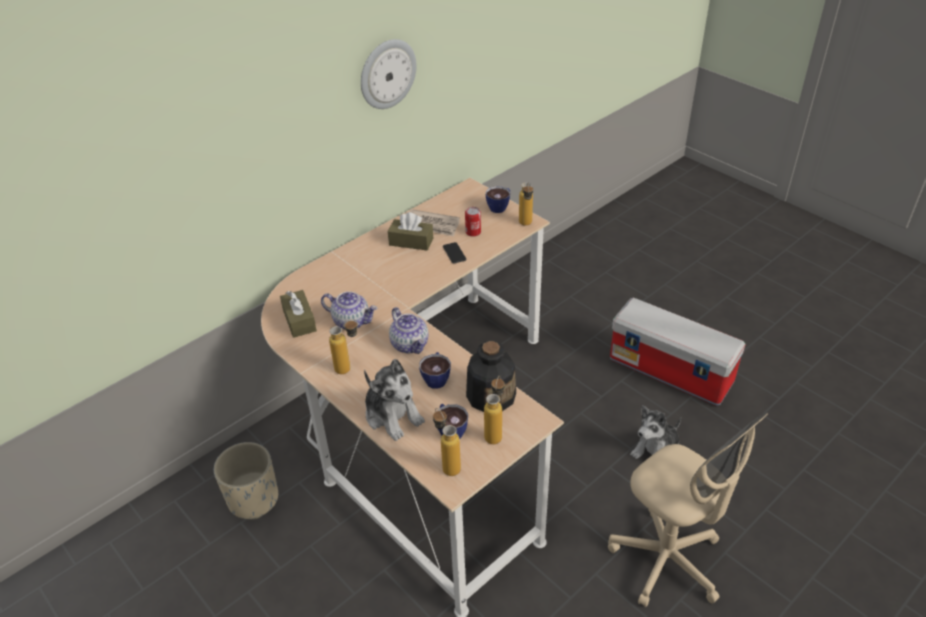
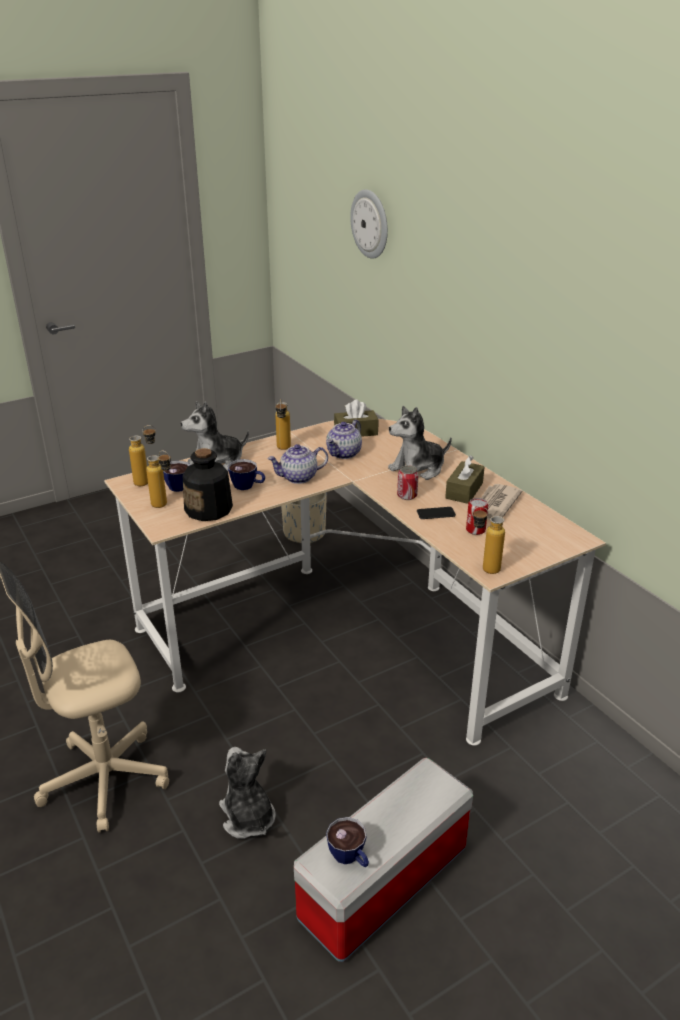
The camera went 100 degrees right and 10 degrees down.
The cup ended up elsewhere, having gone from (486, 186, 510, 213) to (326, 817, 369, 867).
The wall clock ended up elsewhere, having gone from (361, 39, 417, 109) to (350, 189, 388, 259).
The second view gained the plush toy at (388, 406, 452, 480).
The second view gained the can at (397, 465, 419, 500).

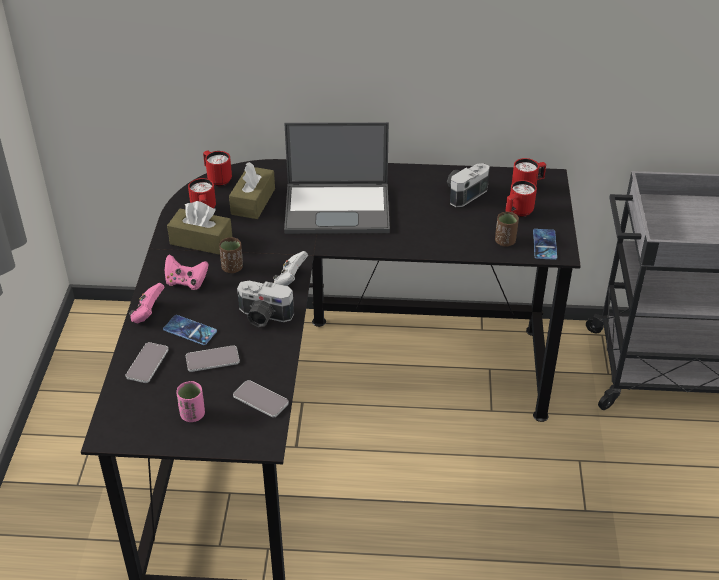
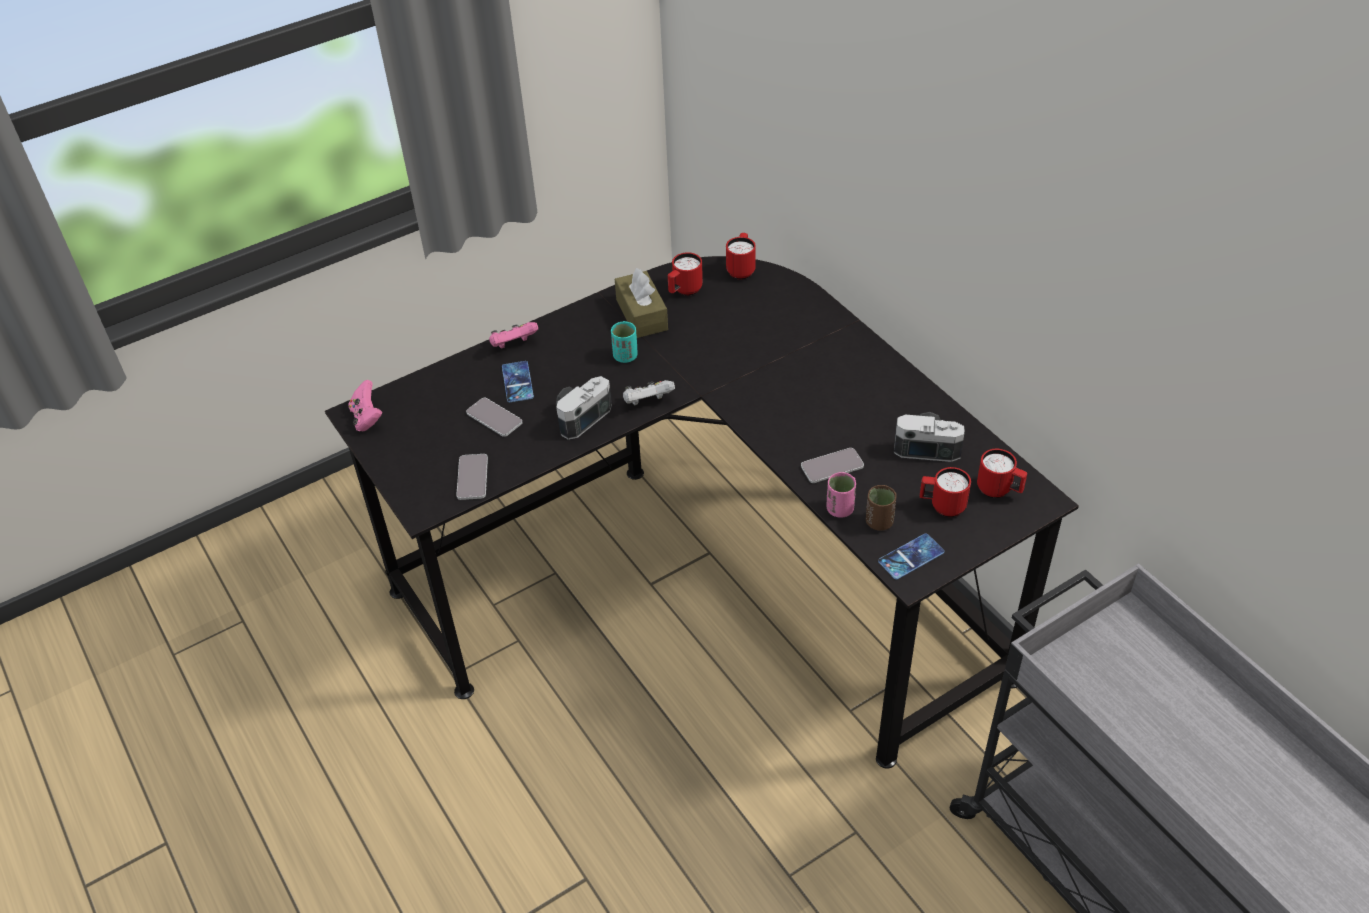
The camera went 55 degrees right and 5 degrees up.
The pink game controller ended up elsewhere, having gone from (165, 255, 209, 290) to (348, 380, 382, 432).
The photo camera at (237, 281, 294, 327) ended up facing another way, 60 degrees clockwise from before.
What was the brown cup at (219, 237, 243, 273) turned into the turquoise cup at (611, 321, 638, 363).
The phone ended up elsewhere, having gone from (126, 342, 169, 383) to (801, 448, 864, 483).
The pink cup ended up elsewhere, having gone from (176, 381, 205, 422) to (826, 472, 856, 518).
The second view lost the brown tissue box at (229, 162, 275, 219).
The second view lost the laptop at (284, 122, 390, 234).

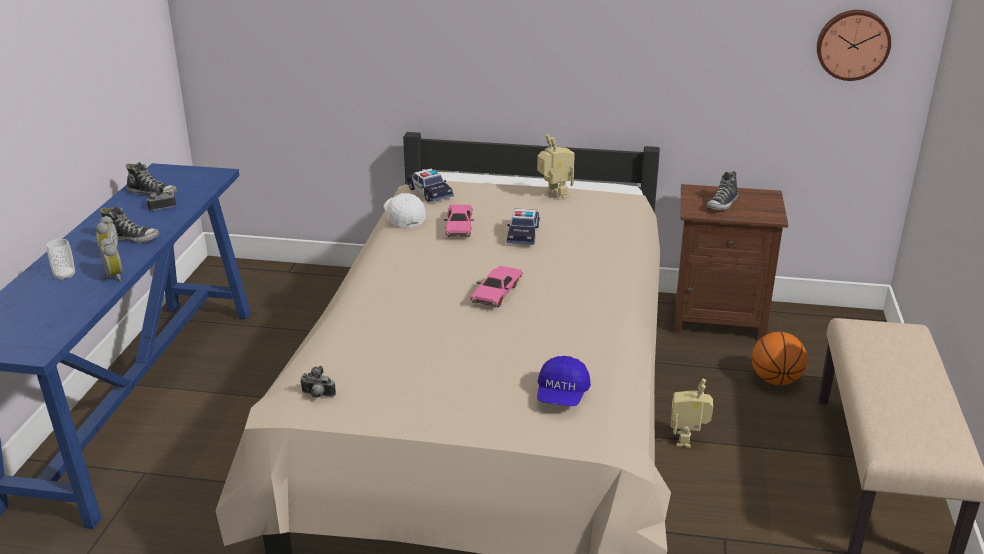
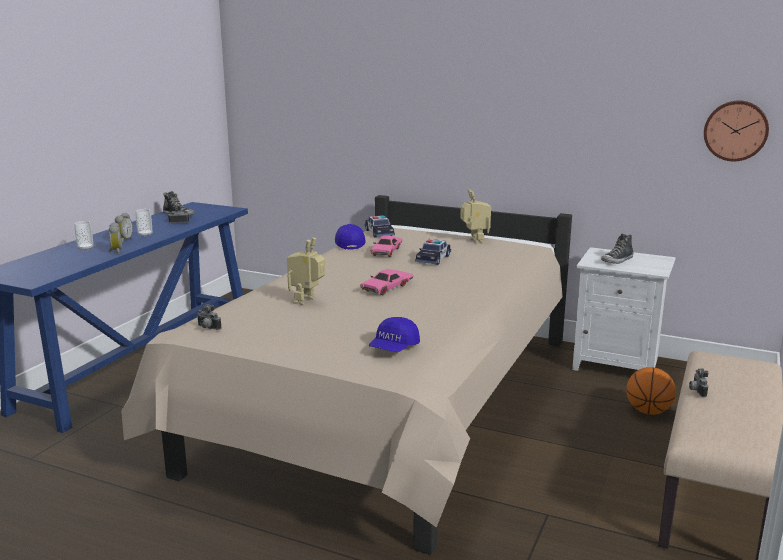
The camera went 15 degrees right and 10 degrees down.
Where the shoe stood at (100, 205, 160, 243), the cup came to stand at (135, 209, 152, 237).
The toy robot ended up elsewhere, having gone from (670, 379, 713, 448) to (287, 237, 325, 305).
What was the white cap at (384, 193, 426, 229) turned into the blue cap at (335, 224, 366, 250).
What was the brown nightstand at (673, 184, 788, 340) turned into the white nightstand at (572, 247, 676, 371).
The second view gained the photo camera at (689, 368, 709, 397).

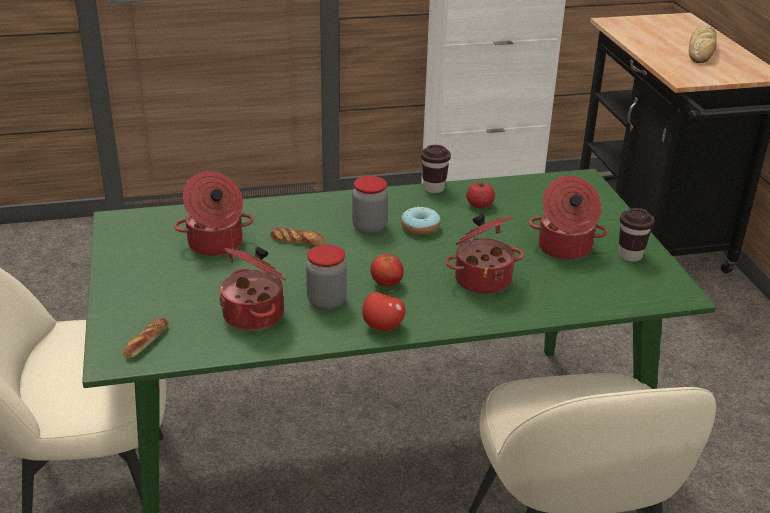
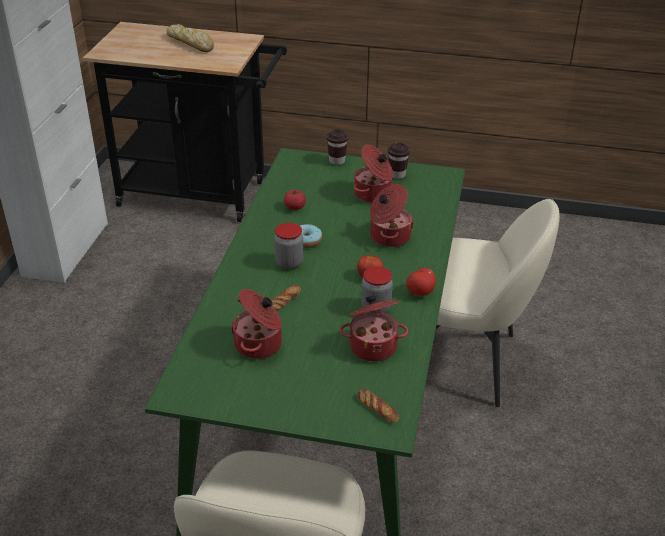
The camera went 65 degrees left and 5 degrees up.
The brown cup ended up elsewhere, having gone from (421, 145, 451, 193) to (326, 129, 348, 165).

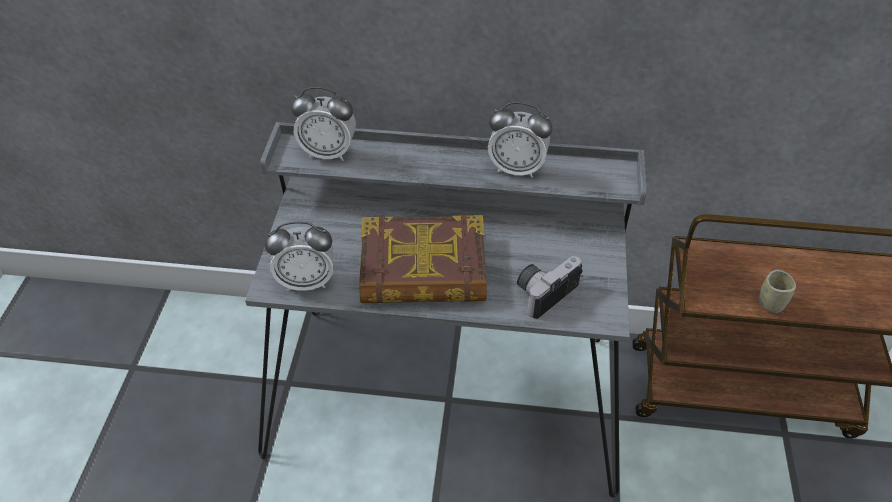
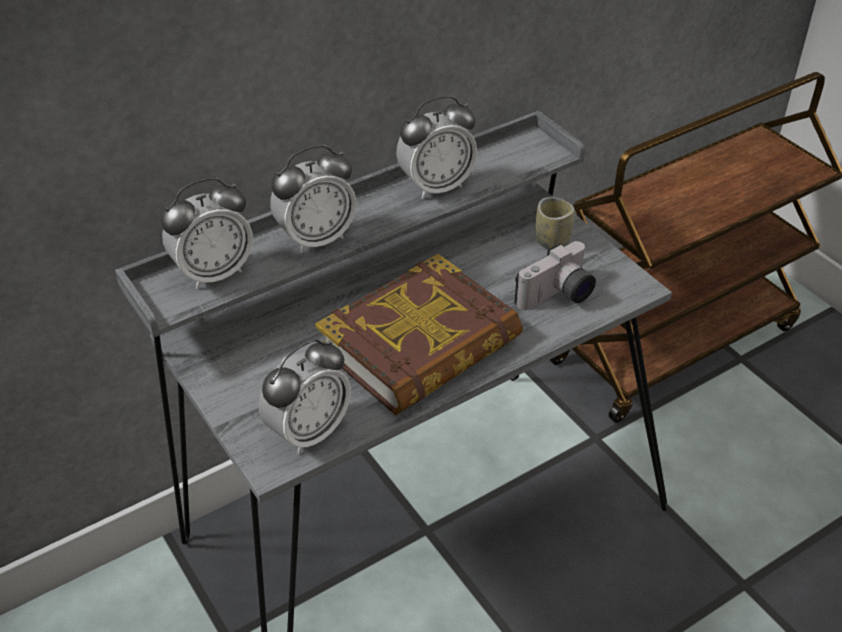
The camera went 40 degrees left and 5 degrees down.
The second view gained the alarm clock at (270, 145, 356, 253).
The photo camera at (517, 256, 583, 319) ended up facing another way, 135 degrees counterclockwise from before.
The cup ended up elsewhere, having gone from (759, 270, 796, 313) to (535, 197, 575, 249).

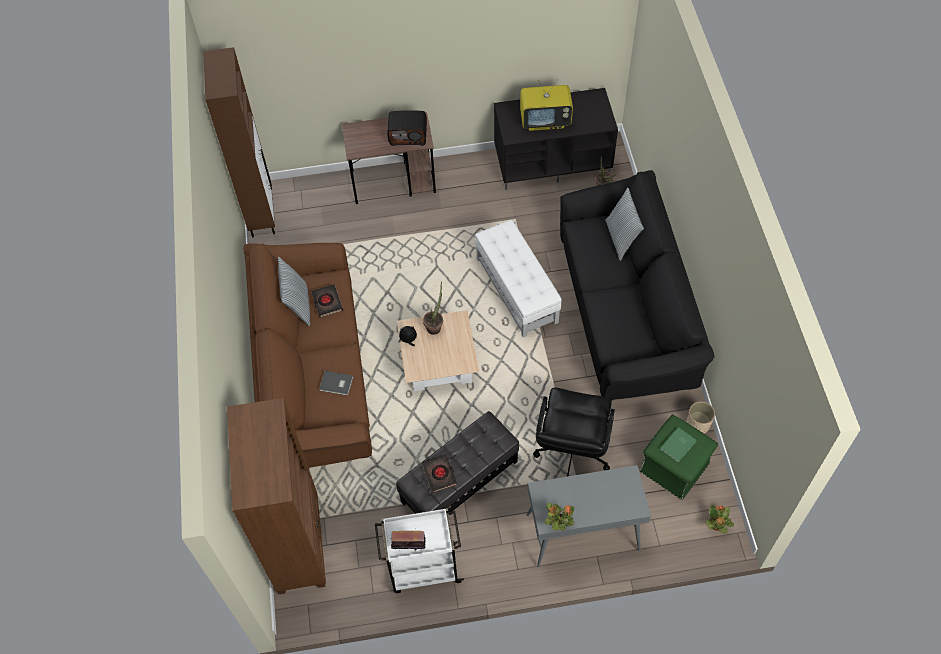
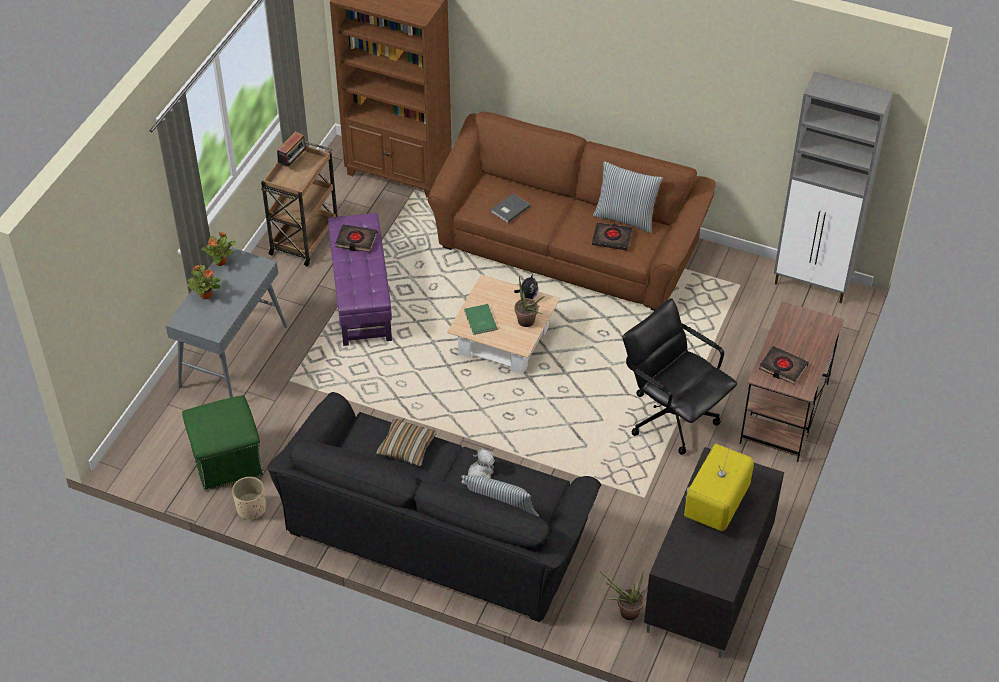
The camera went 120 degrees right and 10 degrees down.
The potted plant ended up elsewhere, having gone from (706, 505, 734, 534) to (187, 265, 221, 300).
What was the white cart at (375, 508, 464, 593) turned into the brown cart at (261, 141, 338, 267).
What was the black ottoman at (396, 411, 519, 514) turned into the purple ottoman at (328, 213, 392, 346).
The second view gained the pillow at (376, 419, 437, 466).
The second view gained the plush toy at (461, 448, 495, 485).
The green book ended up elsewhere, having gone from (660, 427, 697, 462) to (464, 304, 498, 335).
The black office chair ended up elsewhere, having gone from (533, 387, 615, 477) to (623, 298, 737, 455).
Where the radio stood at (387, 110, 427, 146), the black book came to stand at (759, 346, 809, 385).
What was the brown cabinet at (203, 47, 275, 237) turned into the grey cabinet at (774, 71, 893, 303).
The second view lost the white ottoman at (475, 220, 562, 337).

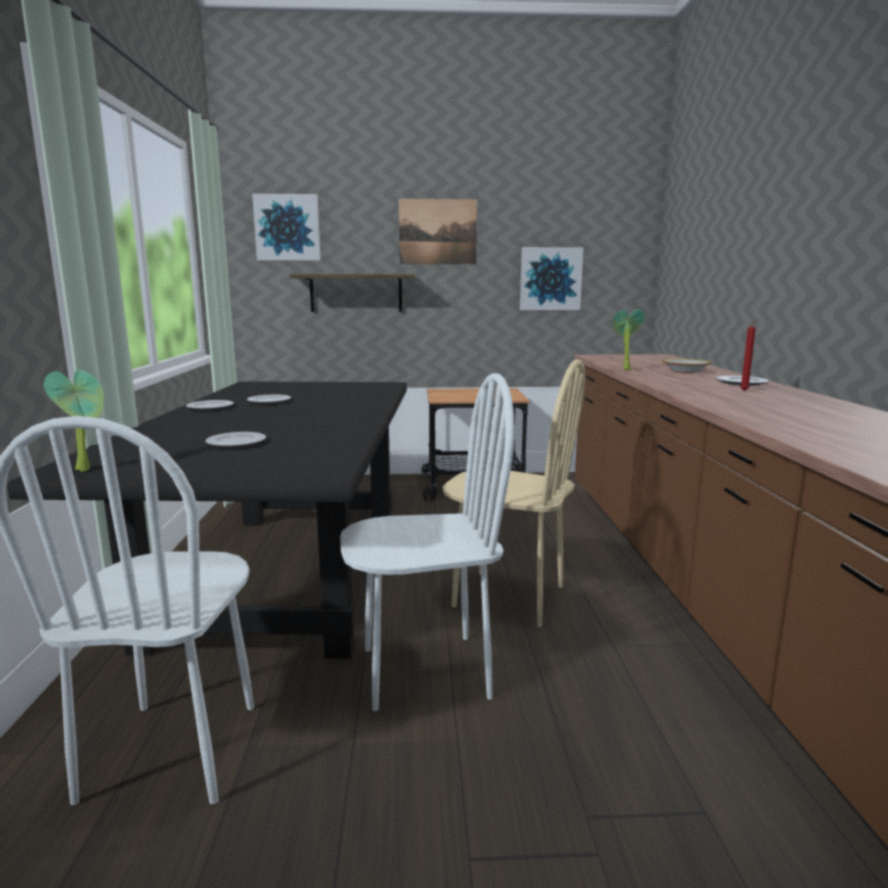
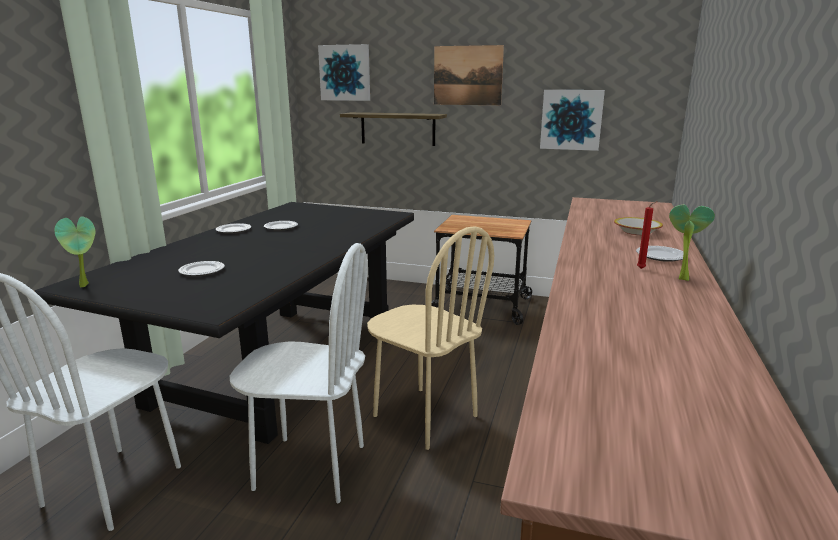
The camera went 20 degrees right and 5 degrees up.
The potted plant ended up elsewhere, having gone from (613, 309, 645, 370) to (669, 204, 715, 281).

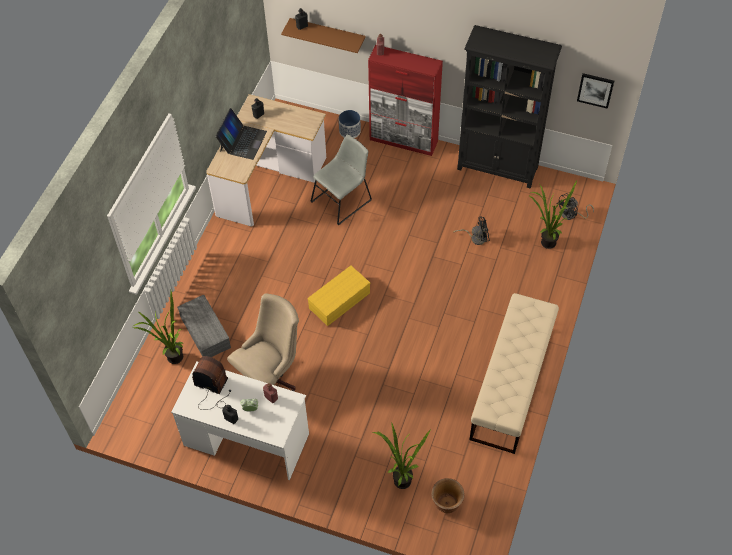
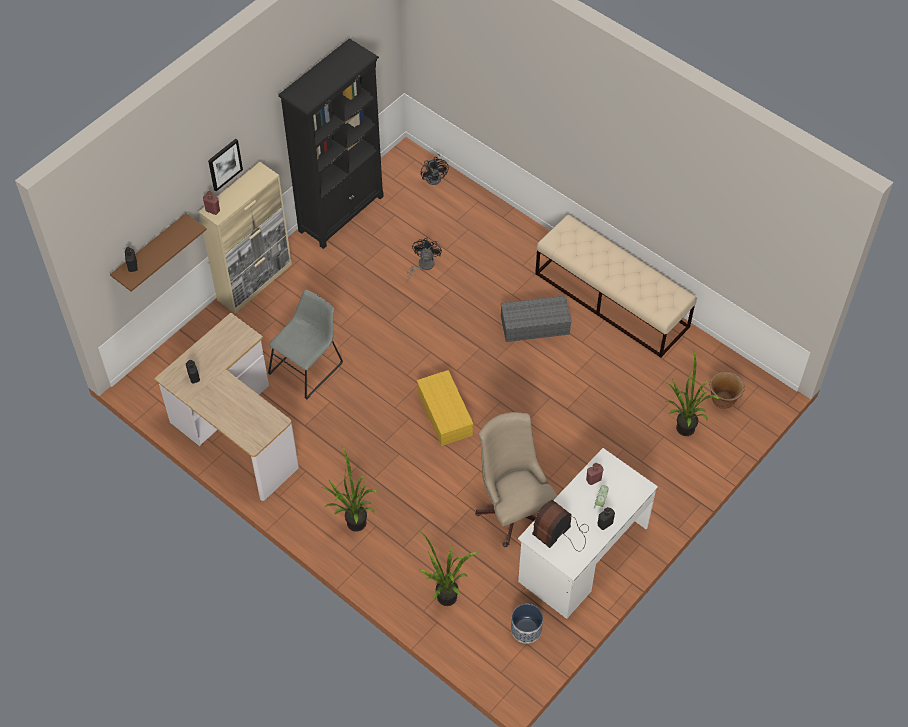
The camera went 70 degrees left and 0 degrees up.
What was the red cabinet at (368, 45, 443, 156) turned into the beige cabinet at (199, 162, 292, 313).
The picture ended up elsewhere, having gone from (577, 73, 614, 109) to (208, 139, 243, 191).
The grey chair at (311, 134, 372, 225) ended up facing another way, 60 degrees clockwise from before.
The potted plant ended up elsewhere, having gone from (528, 180, 577, 249) to (321, 445, 380, 532).
The grey storage box ended up elsewhere, having gone from (177, 295, 231, 357) to (501, 295, 572, 342).
The planter ended up elsewhere, having gone from (339, 110, 361, 138) to (511, 604, 543, 644).
The second view lost the laptop at (215, 108, 267, 160).

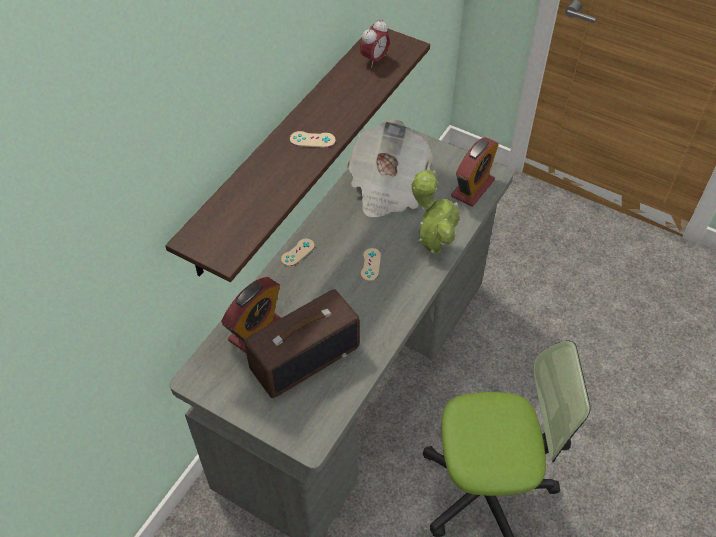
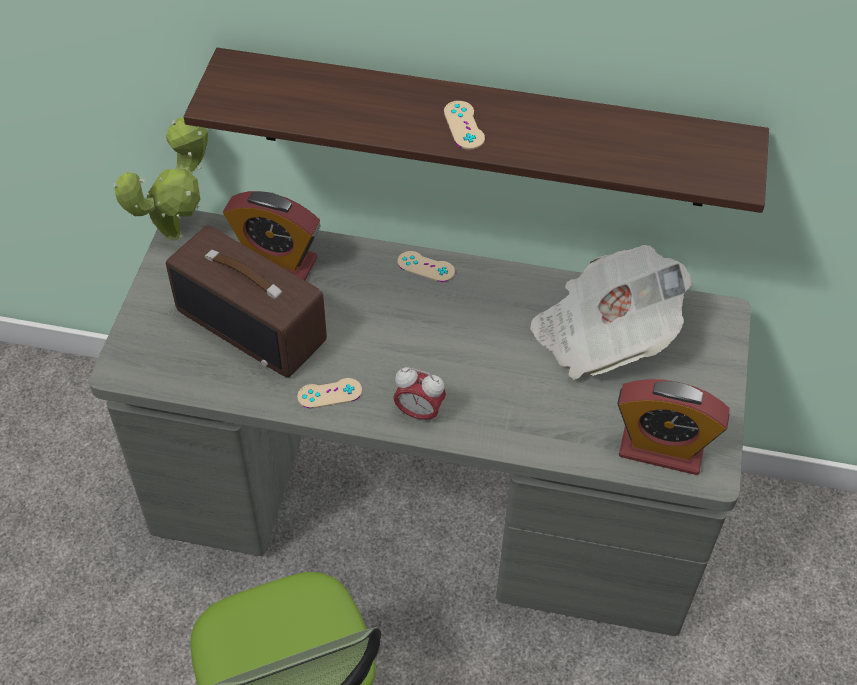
The camera went 70 degrees right and 0 degrees up.
The potted plant ended up elsewhere, having gone from (412, 170, 460, 254) to (114, 117, 208, 241).
The beige game controller ended up elsewhere, having gone from (361, 248, 381, 281) to (297, 378, 362, 409).
The alarm clock ended up elsewhere, having gone from (360, 19, 390, 68) to (393, 367, 446, 424).

